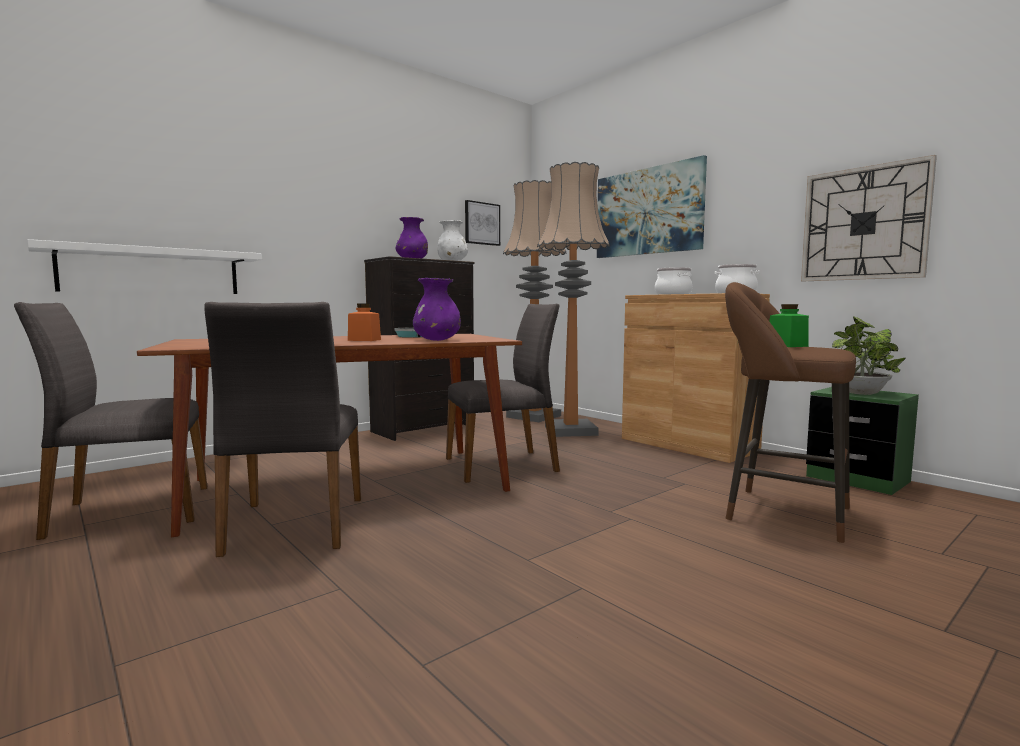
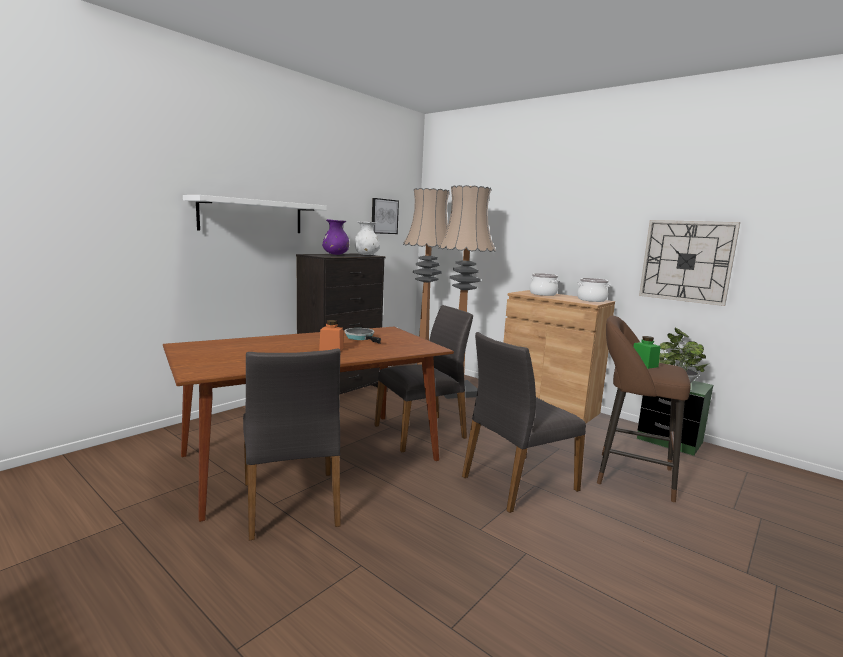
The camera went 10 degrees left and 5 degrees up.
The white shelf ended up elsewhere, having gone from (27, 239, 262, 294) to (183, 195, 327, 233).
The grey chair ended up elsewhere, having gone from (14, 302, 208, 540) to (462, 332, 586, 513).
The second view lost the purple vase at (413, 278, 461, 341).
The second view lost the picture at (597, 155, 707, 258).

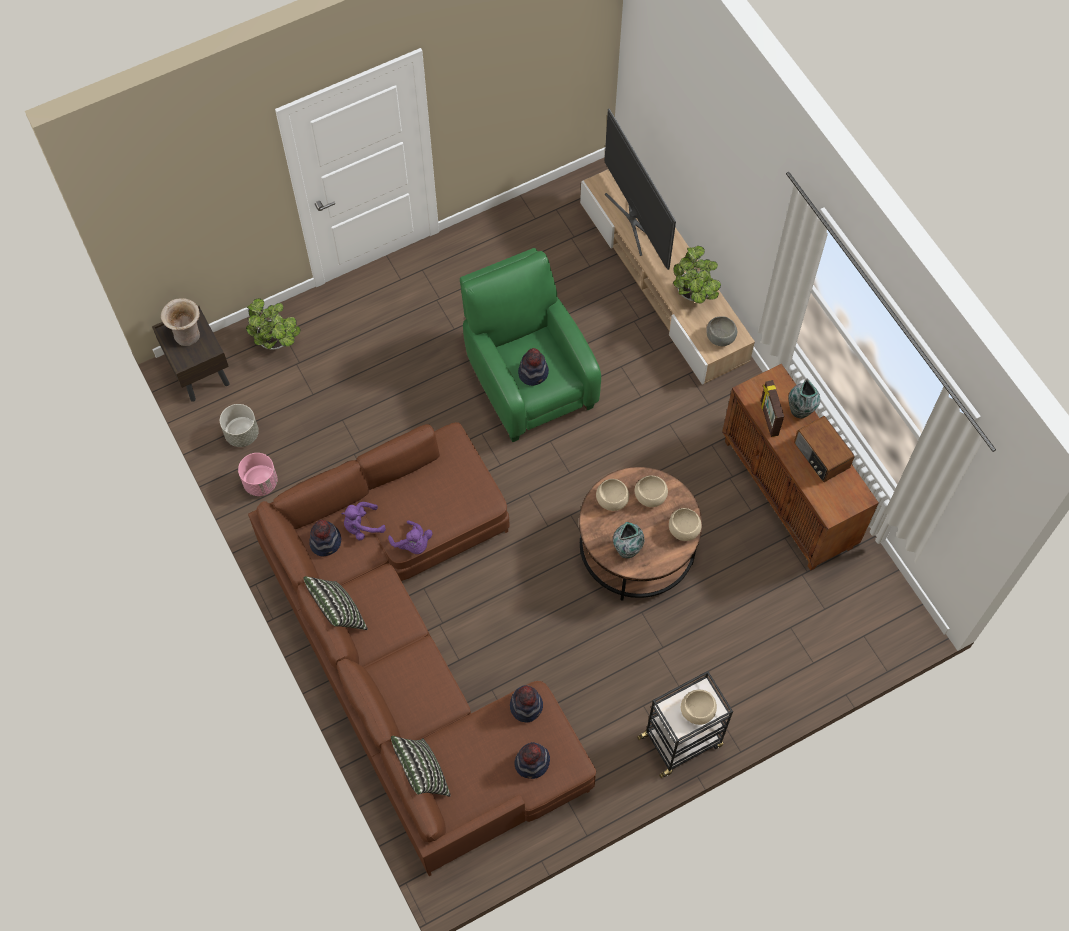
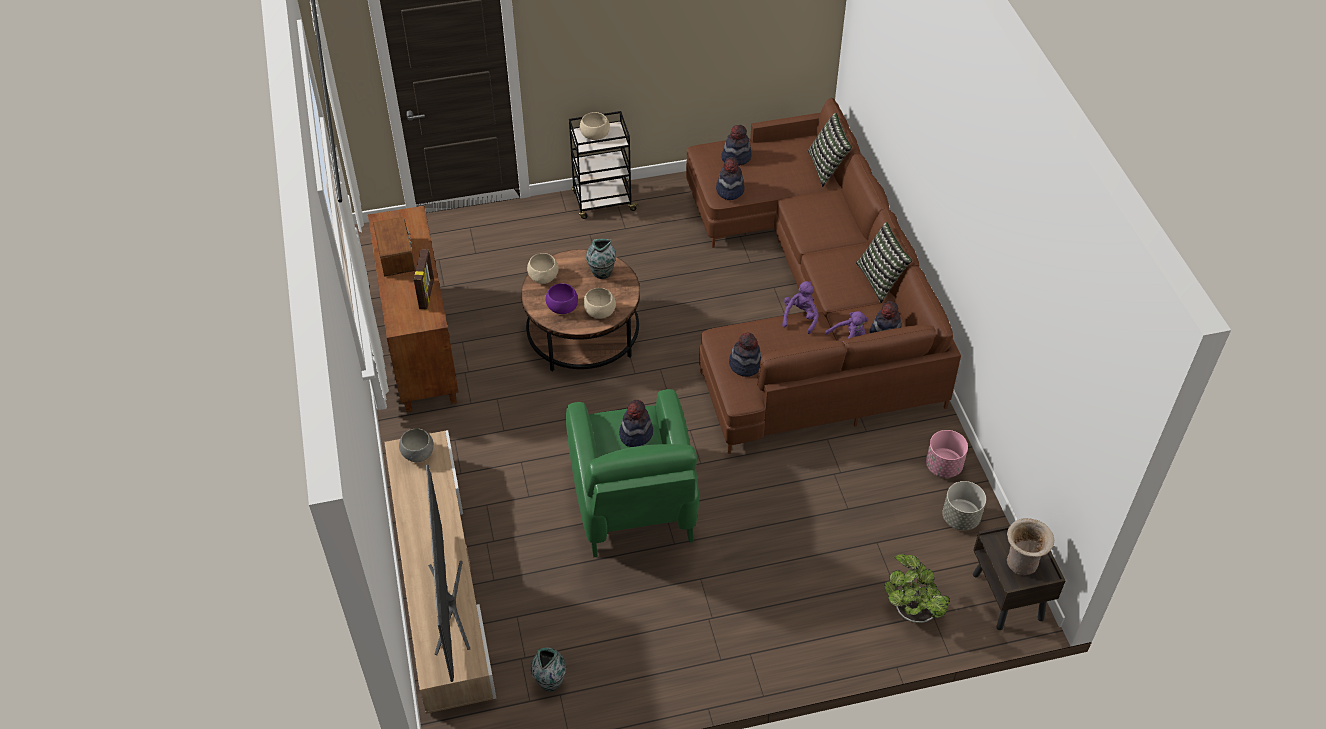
The camera went 165 degrees left and 15 degrees down.
The vase ended up elsewhere, having gone from (788, 378, 820, 418) to (530, 648, 566, 692).
What was the beige bowl at (635, 476, 668, 507) turned into the purple bowl at (545, 283, 578, 314).
The second view gained the hat at (729, 332, 761, 377).
The purple plush toy at (388, 521, 432, 554) ended up facing another way, 45 degrees clockwise from before.
The second view lost the potted plant at (673, 246, 721, 304).

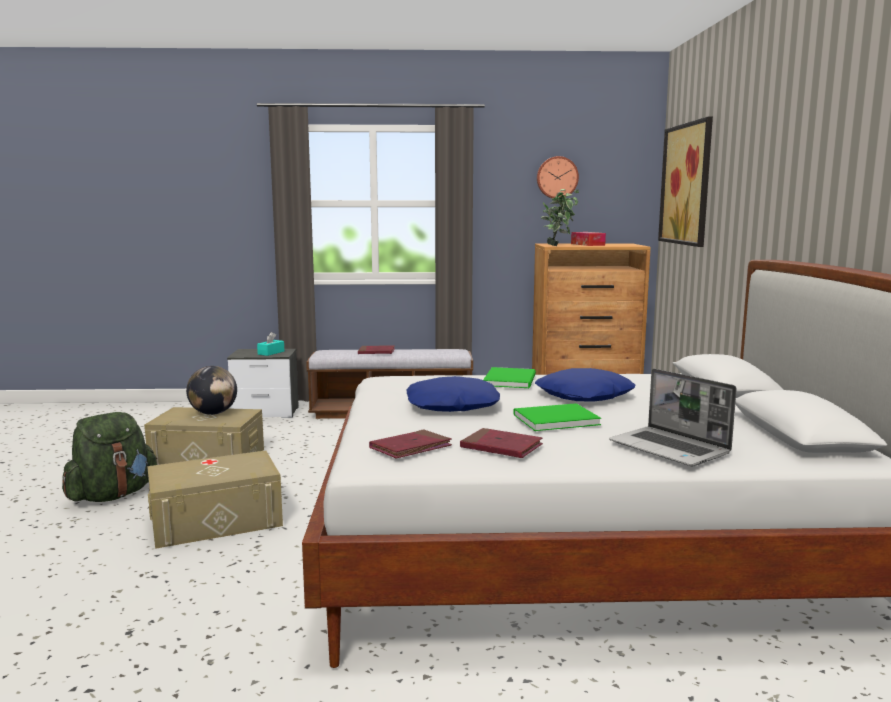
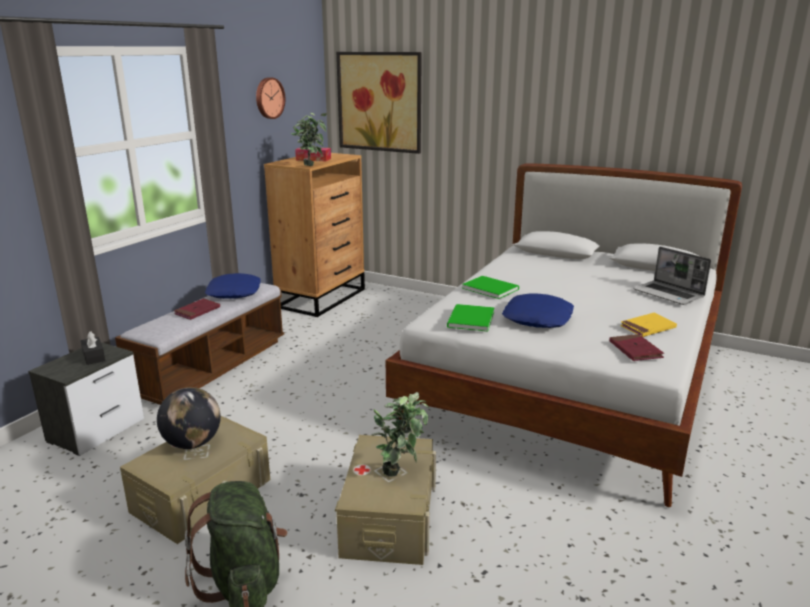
The camera went 60 degrees left and 10 degrees up.
What was the turquoise tissue box at (257, 332, 284, 356) turned into the black tissue box at (80, 331, 105, 365).
The blue pillow ended up elsewhere, having gone from (535, 368, 635, 402) to (205, 273, 261, 299).
The second view gained the potted plant at (371, 392, 429, 477).
The green book ended up elsewhere, having gone from (514, 403, 601, 431) to (447, 304, 495, 332).
What was the red book at (460, 428, 543, 458) turned into the yellow book at (620, 313, 677, 337).
The laptop at (609, 368, 737, 466) ended up facing another way, 60 degrees clockwise from before.

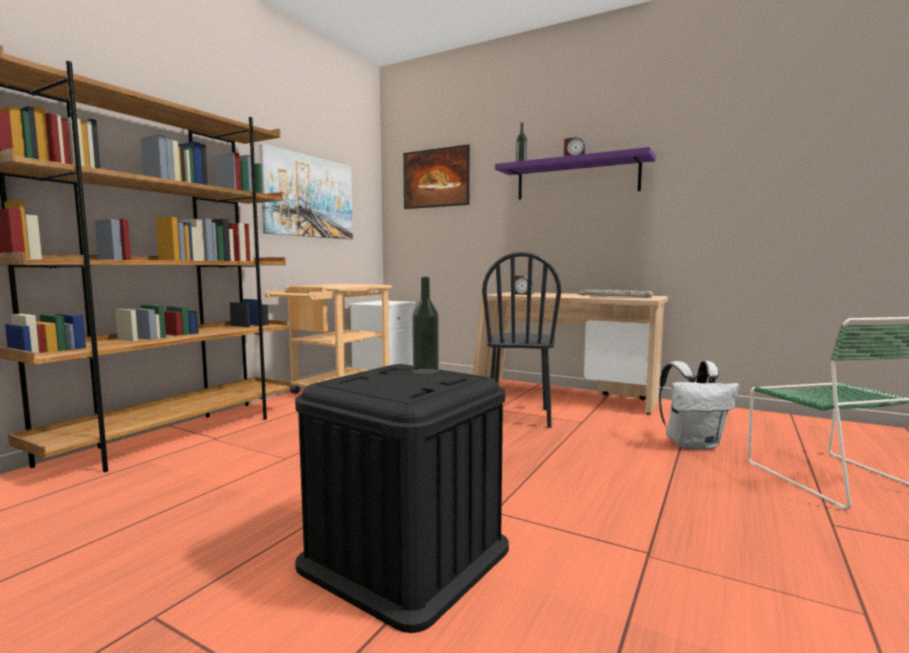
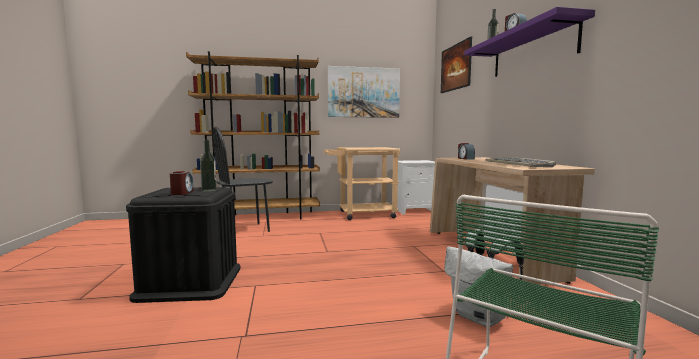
The camera went 50 degrees right and 0 degrees up.
The second view gained the alarm clock at (170, 171, 193, 195).
The black chair ended up elsewhere, having gone from (482, 252, 561, 428) to (212, 126, 273, 232).

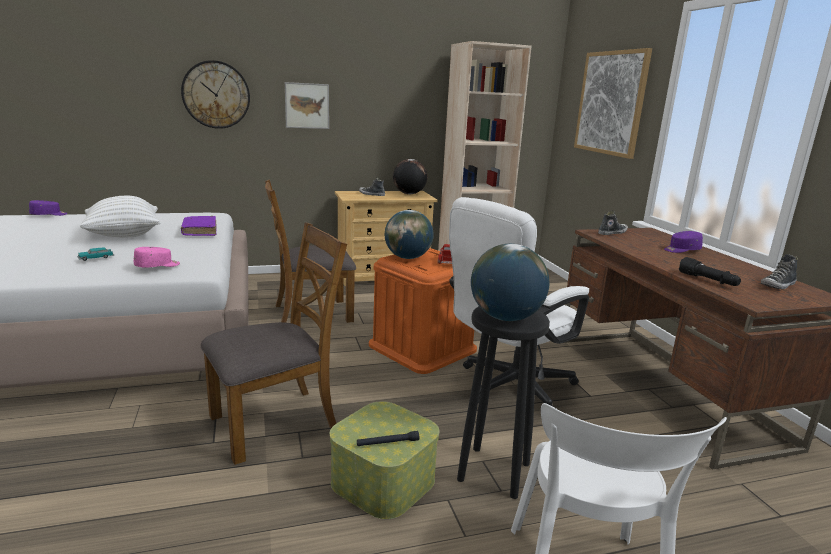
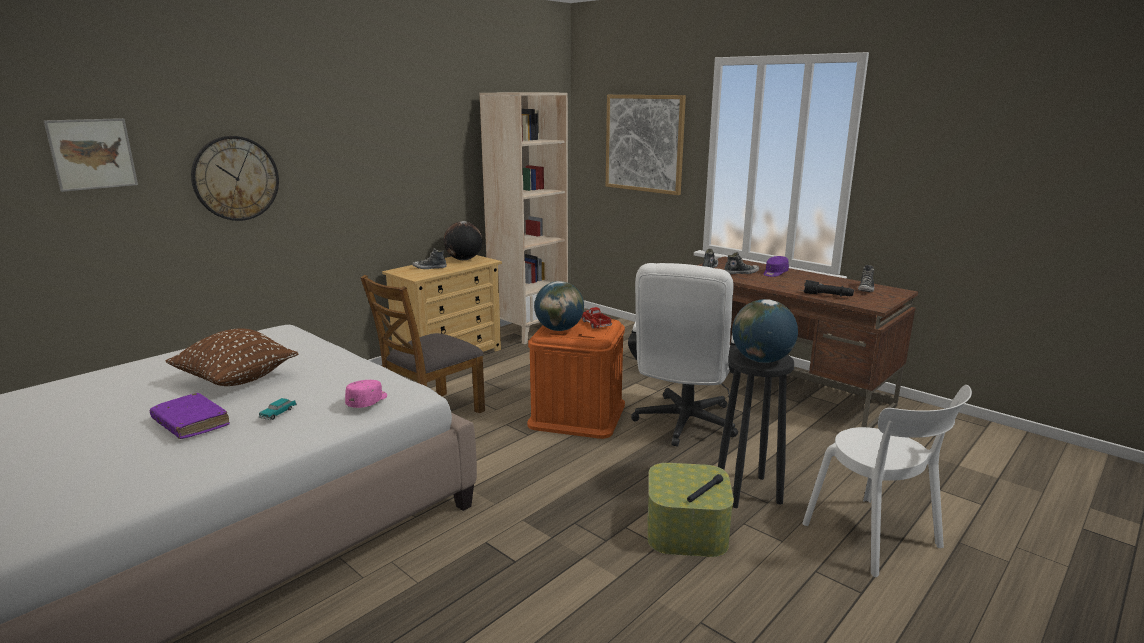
The camera went 30 degrees left and 0 degrees up.
The picture ended up elsewhere, having gone from (285, 82, 329, 129) to (44, 118, 138, 192).
The purple book ended up elsewhere, having gone from (181, 216, 217, 236) to (150, 393, 230, 439).
What was the white pillow at (80, 196, 160, 237) turned into the brown pillow at (166, 328, 298, 386).
The second view gained the shoe at (724, 252, 759, 274).
The second view lost the purple cap at (29, 200, 67, 216).
The second view lost the brown chair at (201, 222, 347, 465).

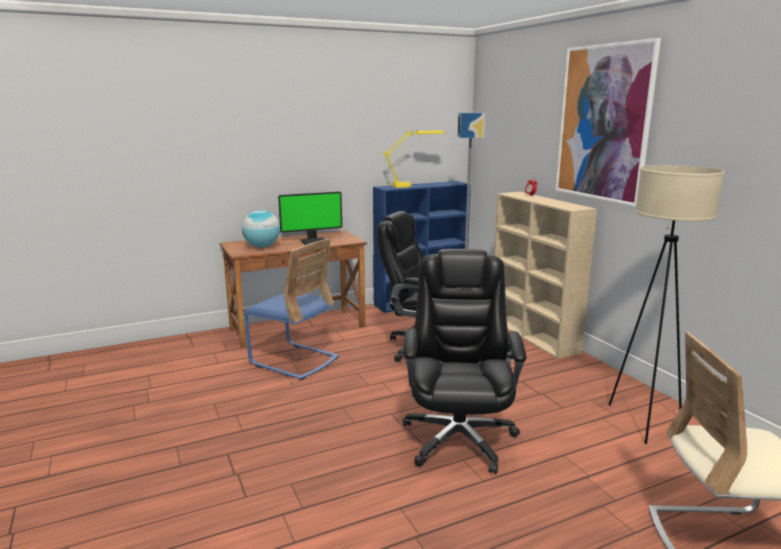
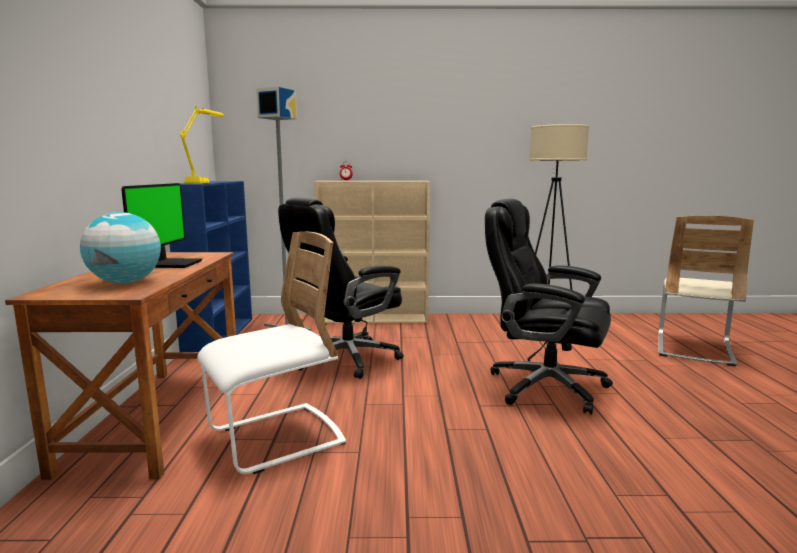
The camera went 65 degrees left and 5 degrees down.
What was the blue chair at (244, 239, 339, 380) turned into the white chair at (197, 232, 346, 474).
The second view lost the picture at (556, 38, 661, 207).

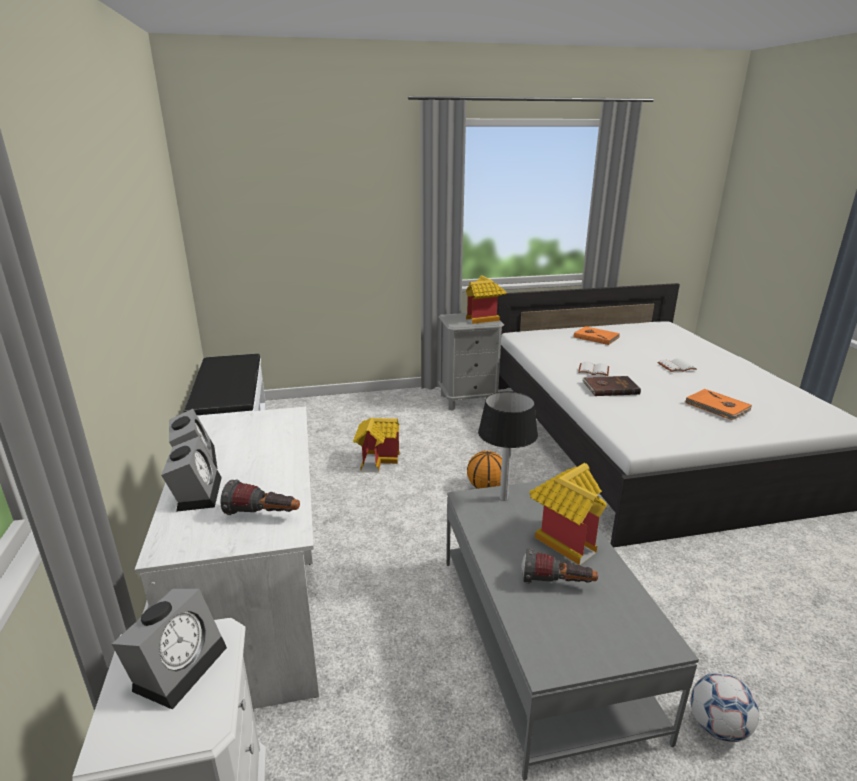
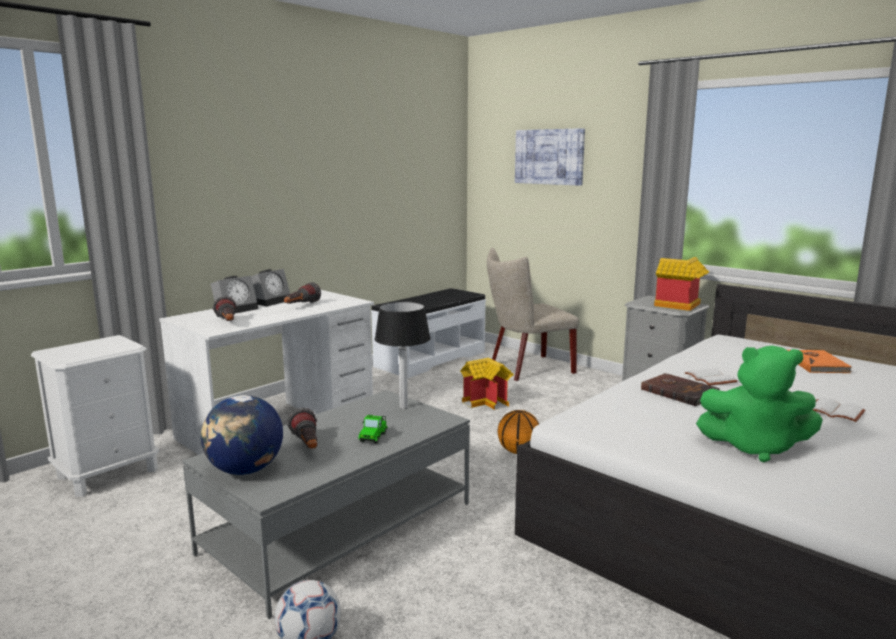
The camera went 55 degrees right and 10 degrees down.
The second view gained the globe at (201, 395, 283, 475).
The second view gained the flashlight at (284, 282, 321, 304).
Where the toy house stood at (529, 463, 607, 565), the toy car came to stand at (358, 415, 388, 444).
The second view gained the beige chair at (487, 248, 579, 381).
The second view gained the picture at (515, 128, 585, 186).
Where the orange book stood at (685, 389, 752, 420), the green plush toy came to stand at (696, 346, 823, 462).
The second view lost the alarm clock at (112, 589, 227, 710).

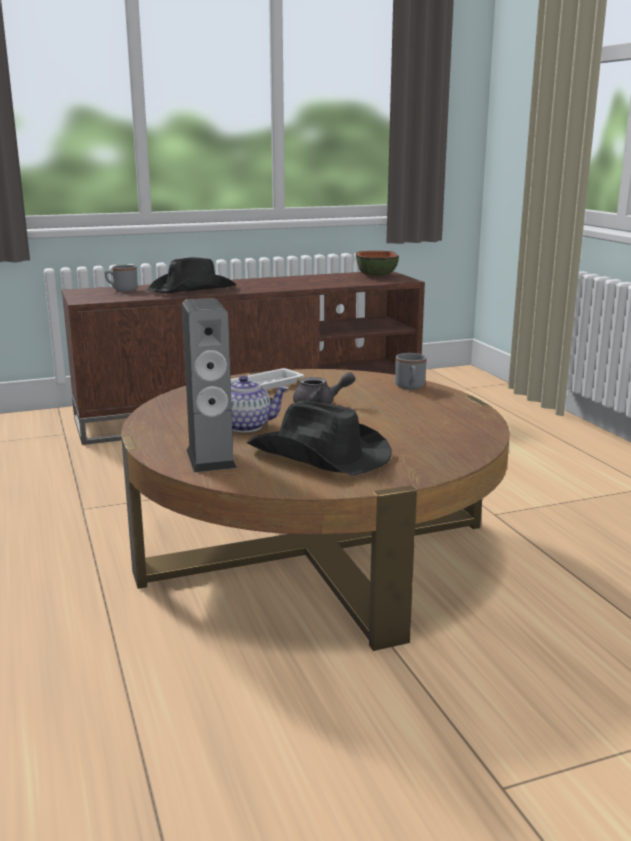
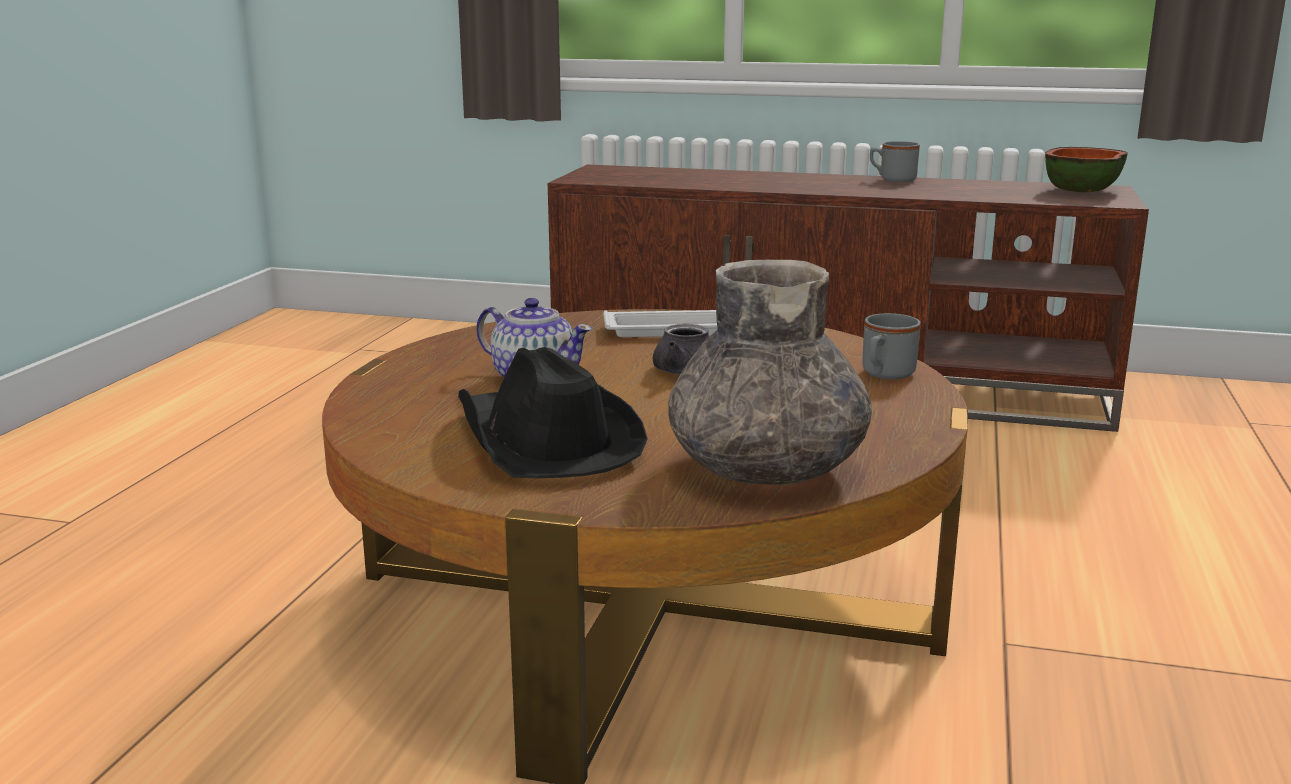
The camera went 35 degrees right and 0 degrees up.
The second view gained the grey vase at (668, 260, 872, 485).
The grey mug ended up elsewhere, having gone from (105, 265, 138, 292) to (870, 141, 920, 182).
The second view lost the black hat at (147, 257, 236, 293).
The second view lost the speaker at (182, 298, 237, 472).

